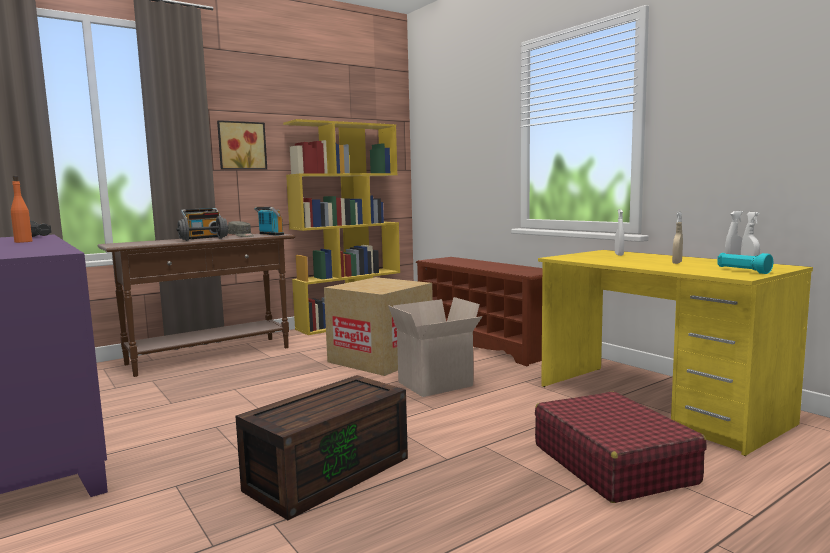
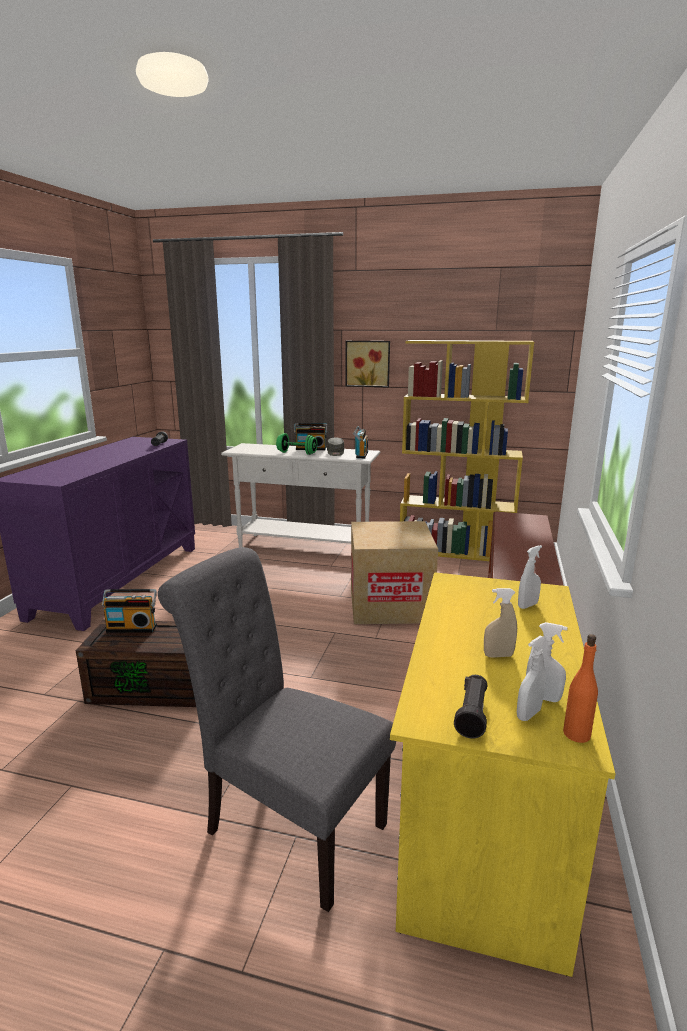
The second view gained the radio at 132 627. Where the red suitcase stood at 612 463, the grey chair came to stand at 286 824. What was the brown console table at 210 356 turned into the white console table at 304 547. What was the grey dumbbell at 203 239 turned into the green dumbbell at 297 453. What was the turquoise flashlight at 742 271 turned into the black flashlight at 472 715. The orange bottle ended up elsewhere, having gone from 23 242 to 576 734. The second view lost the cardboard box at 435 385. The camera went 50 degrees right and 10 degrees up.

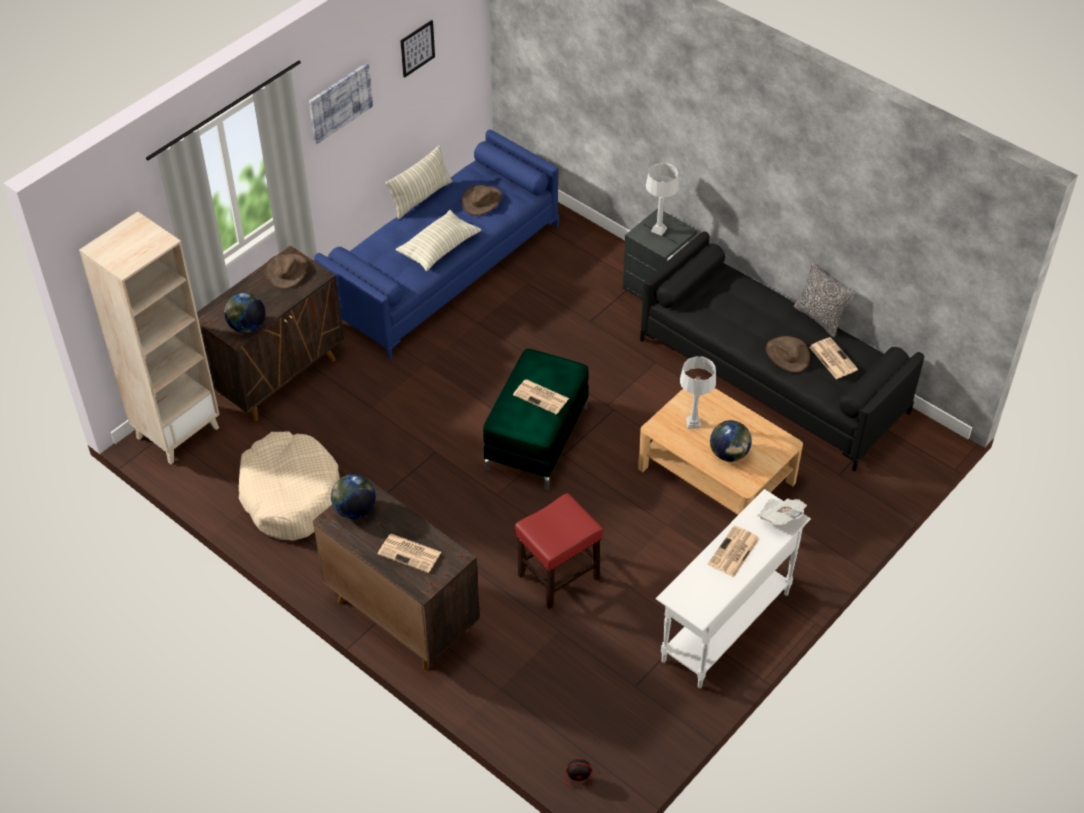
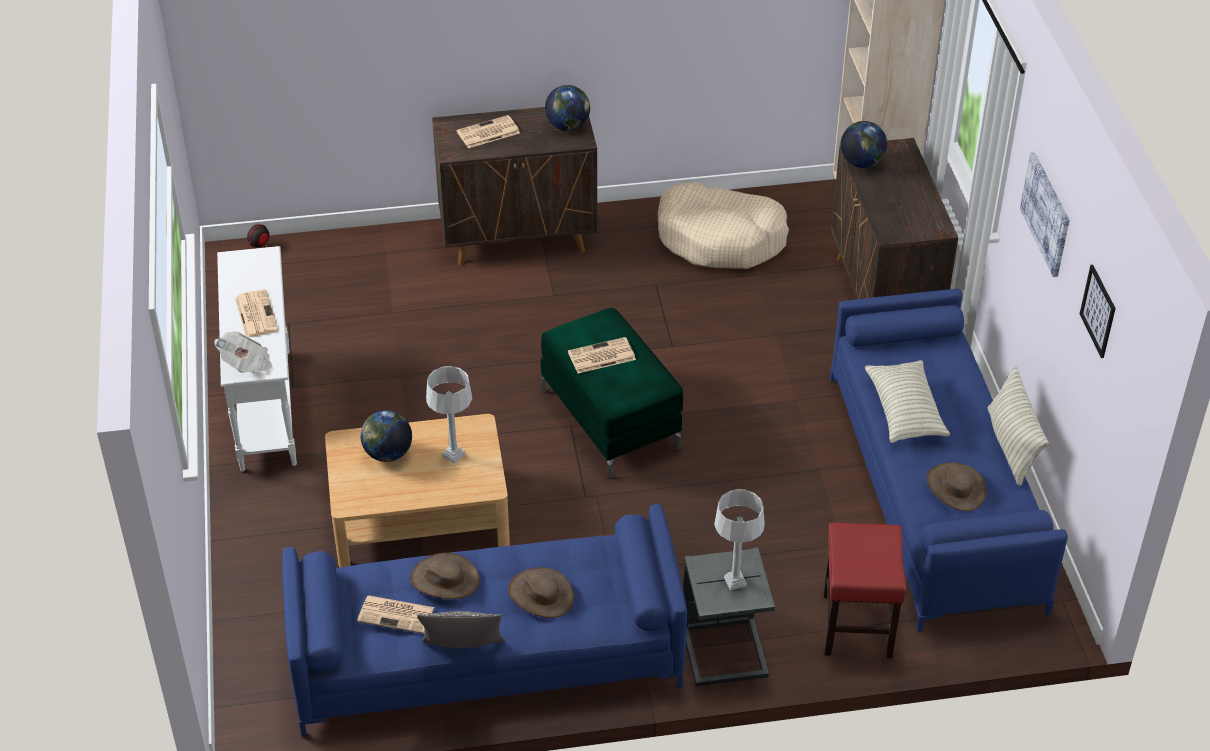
What was the black sofa at 772 375 turned into the blue sofa at 486 655. The brown hat ended up elsewhere, having gone from 286 271 to 541 594. The red stool ended up elsewhere, having gone from 558 577 to 856 624. The camera went 130 degrees right and 5 degrees down.

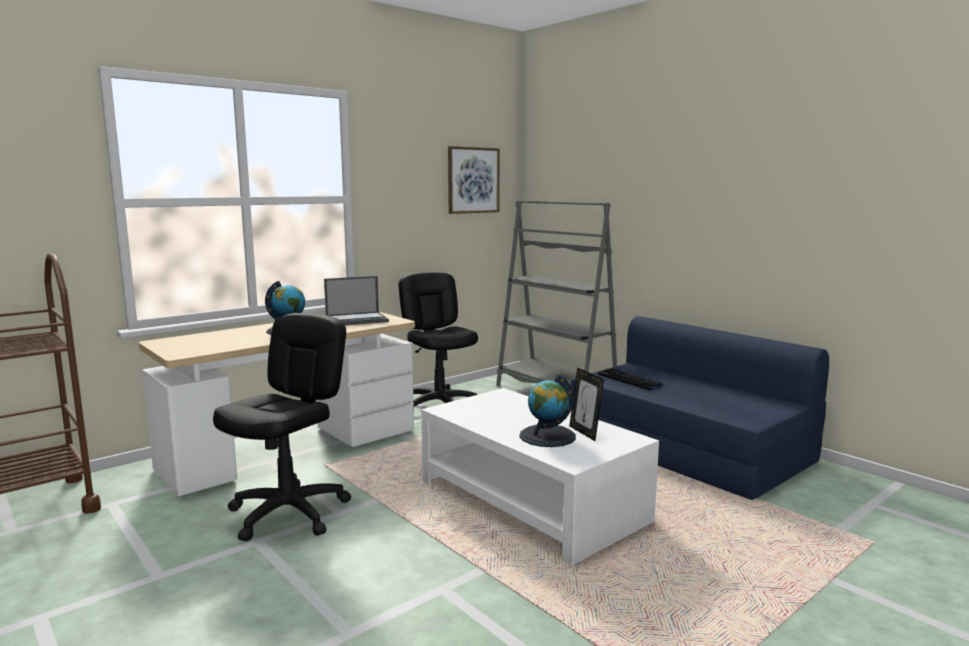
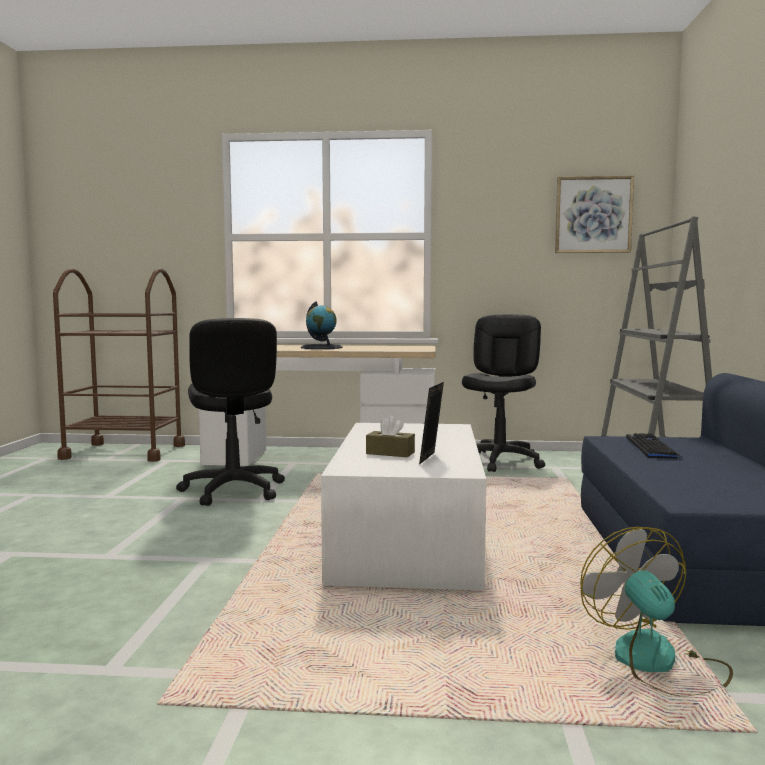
The black office chair at 289 513 ended up facing another way, 90 degrees clockwise from before. Where the globe stood at 547 436, the brown tissue box came to stand at 390 453. The second view gained the fan at 657 664. The second view lost the laptop at 357 320. The camera went 45 degrees right and 5 degrees down.

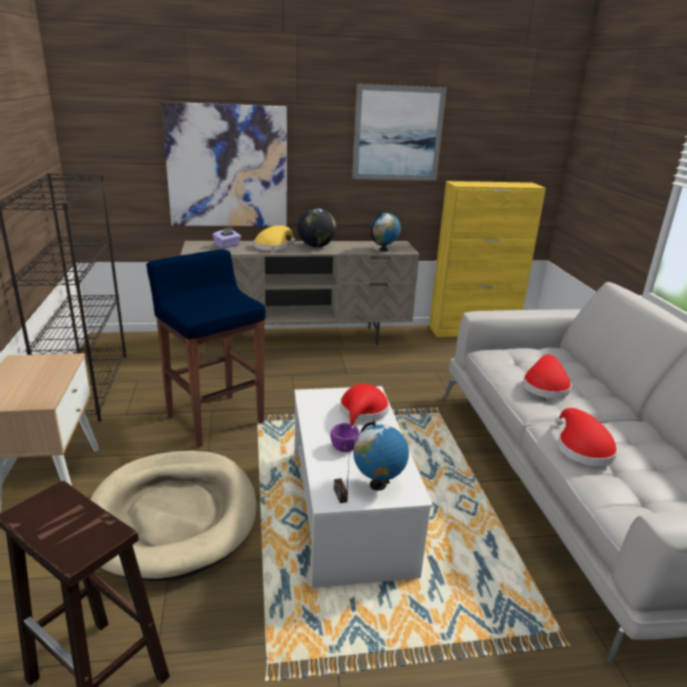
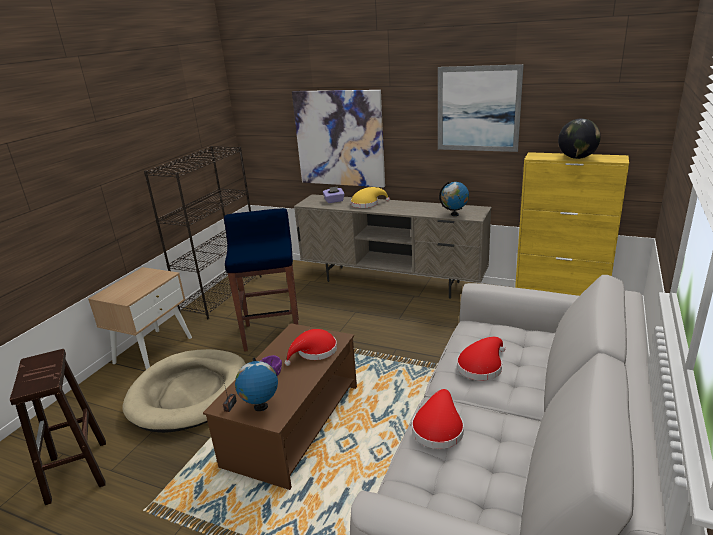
What was the white coffee table at 349 510 turned into the brown coffee table at 293 425. The globe ended up elsewhere, having gone from 316 246 to 577 158. The camera went 35 degrees right and 0 degrees up.

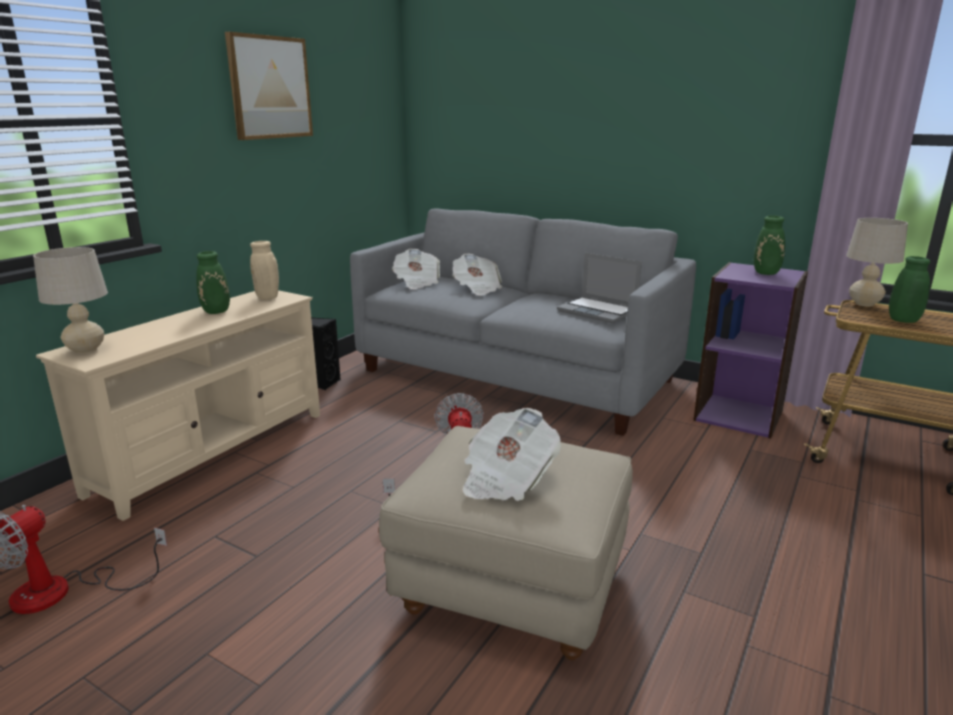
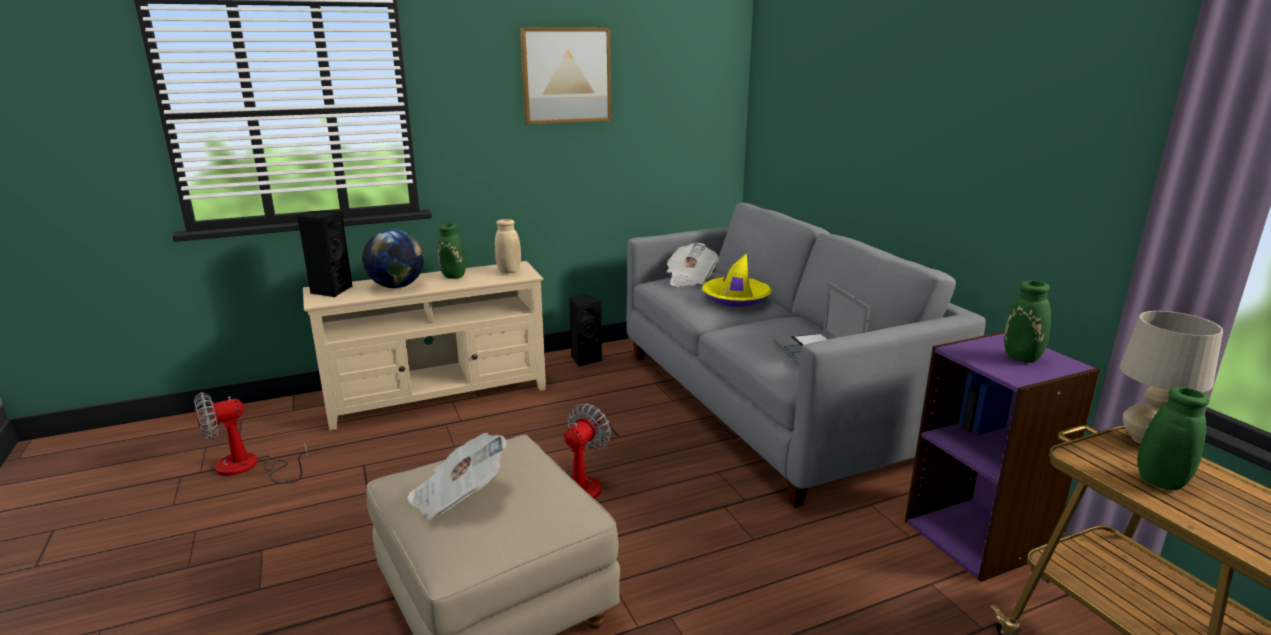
Where the beige table lamp stood at 86 350, the black speaker came to stand at 330 291. The second view gained the globe at 396 286. Where the newspaper stood at 477 288, the yellow hat came to stand at 736 298. The camera went 35 degrees right and 0 degrees up.

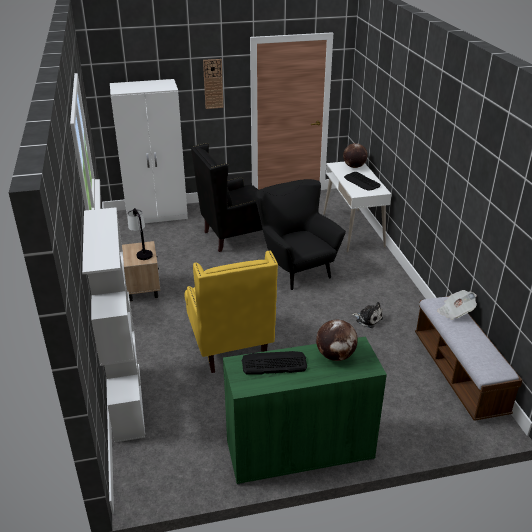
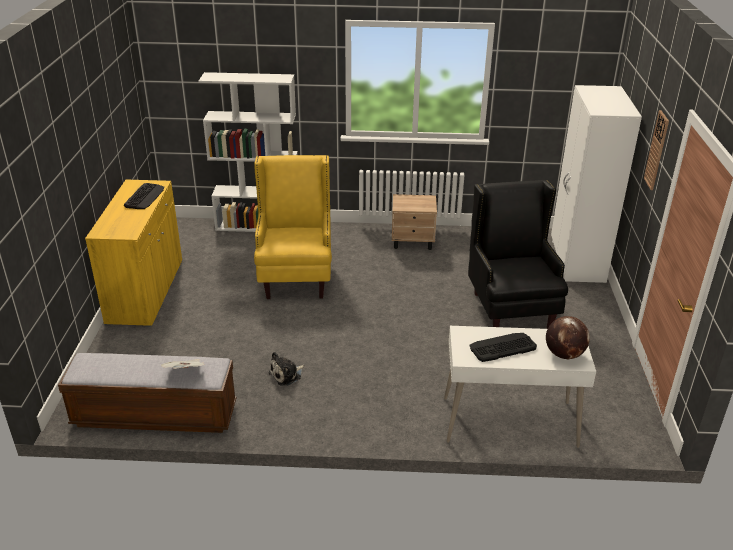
What was the green cabinet at 299 450 turned into the yellow cabinet at 146 291. The yellow armchair at 230 345 ended up facing another way, 90 degrees clockwise from before. The second view lost the table lamp at 141 252. The second view lost the black armchair at 295 268. The second view lost the globe at 335 356. The camera went 105 degrees right and 0 degrees up.

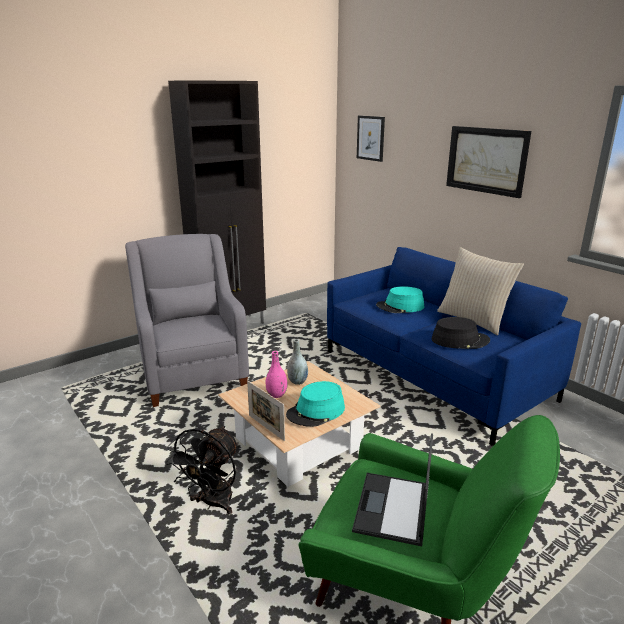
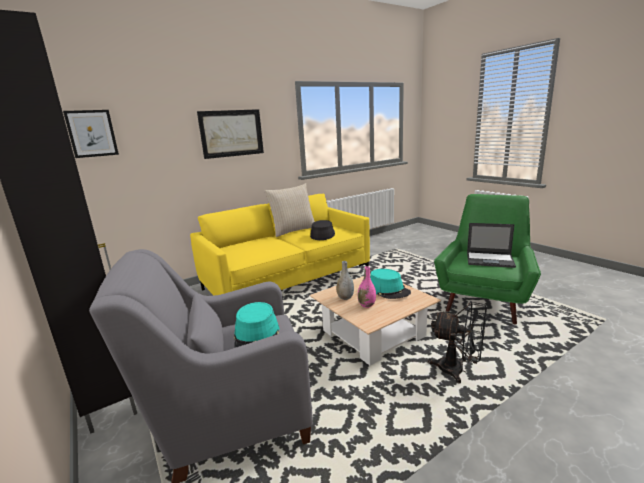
What was the blue sofa at 434 375 turned into the yellow sofa at 287 281. The turquoise hat ended up elsewhere, having gone from 400 307 to 257 335. The second view lost the picture frame at 266 427. The camera went 85 degrees left and 5 degrees down.

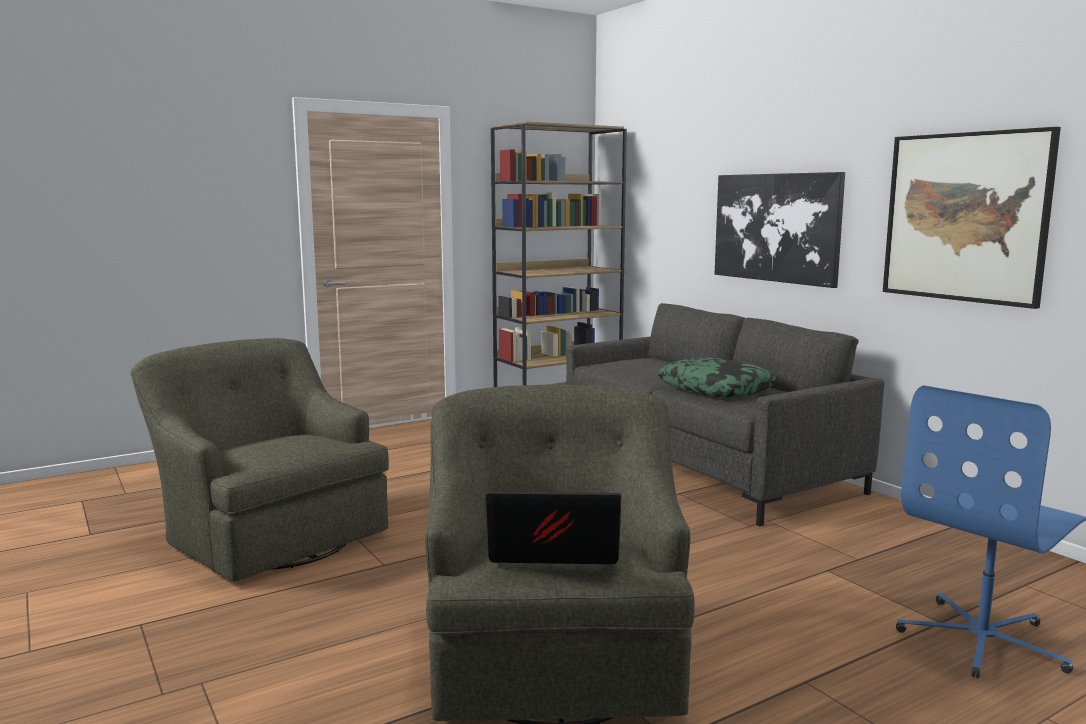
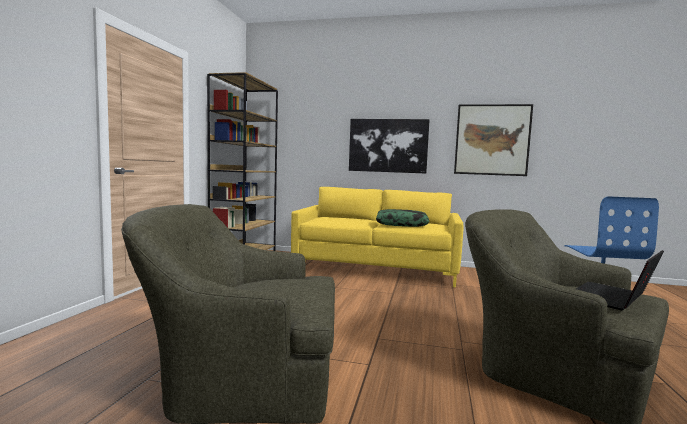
What was the grey sofa at 705 466 turned into the yellow sofa at 376 269. The camera went 45 degrees left and 5 degrees down.

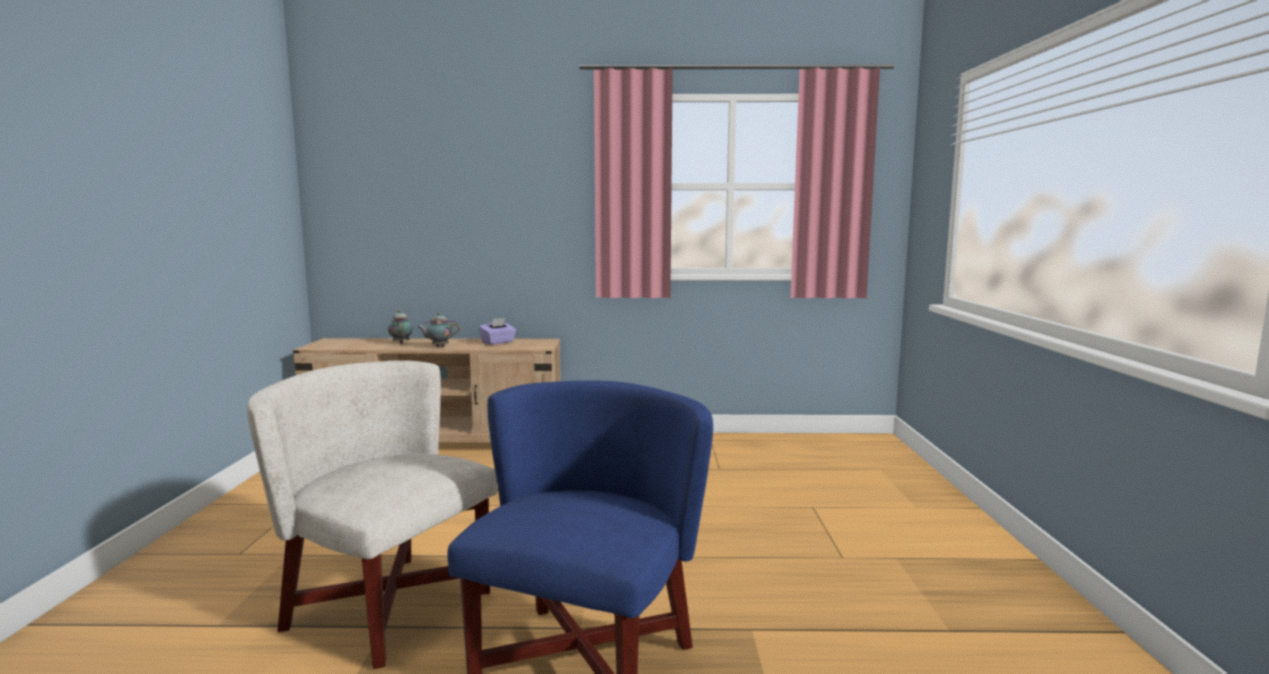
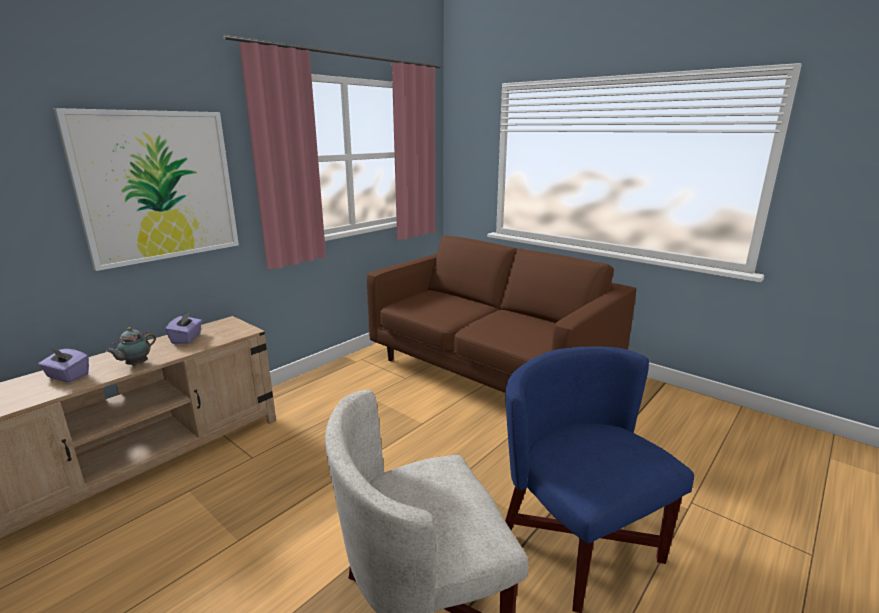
Where the teapot stood at 401 343, the purple tissue box came to stand at 67 376. The second view gained the picture at 158 186. The second view gained the brown sofa at 490 370. The camera went 50 degrees left and 10 degrees up.

